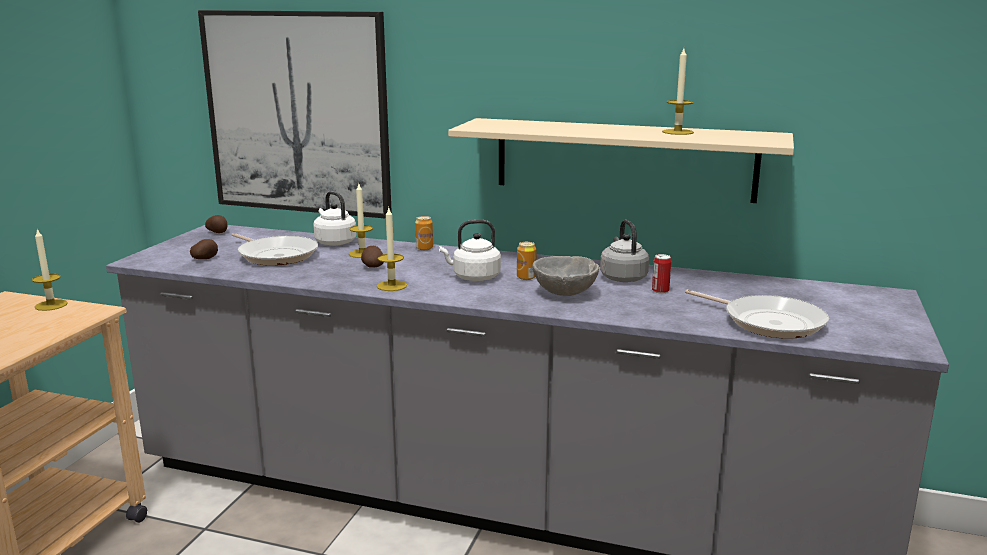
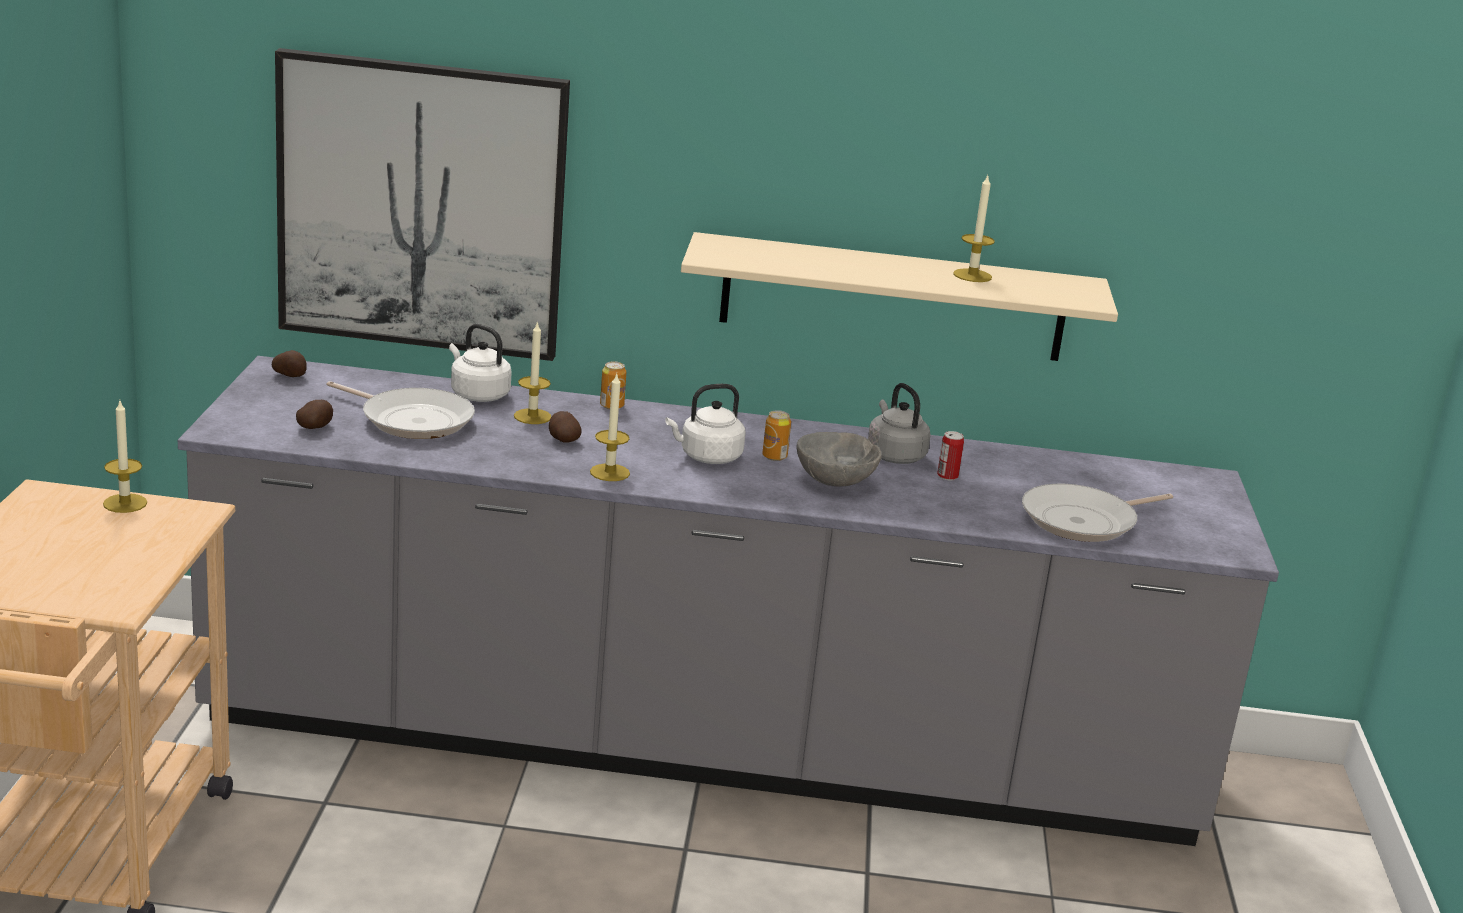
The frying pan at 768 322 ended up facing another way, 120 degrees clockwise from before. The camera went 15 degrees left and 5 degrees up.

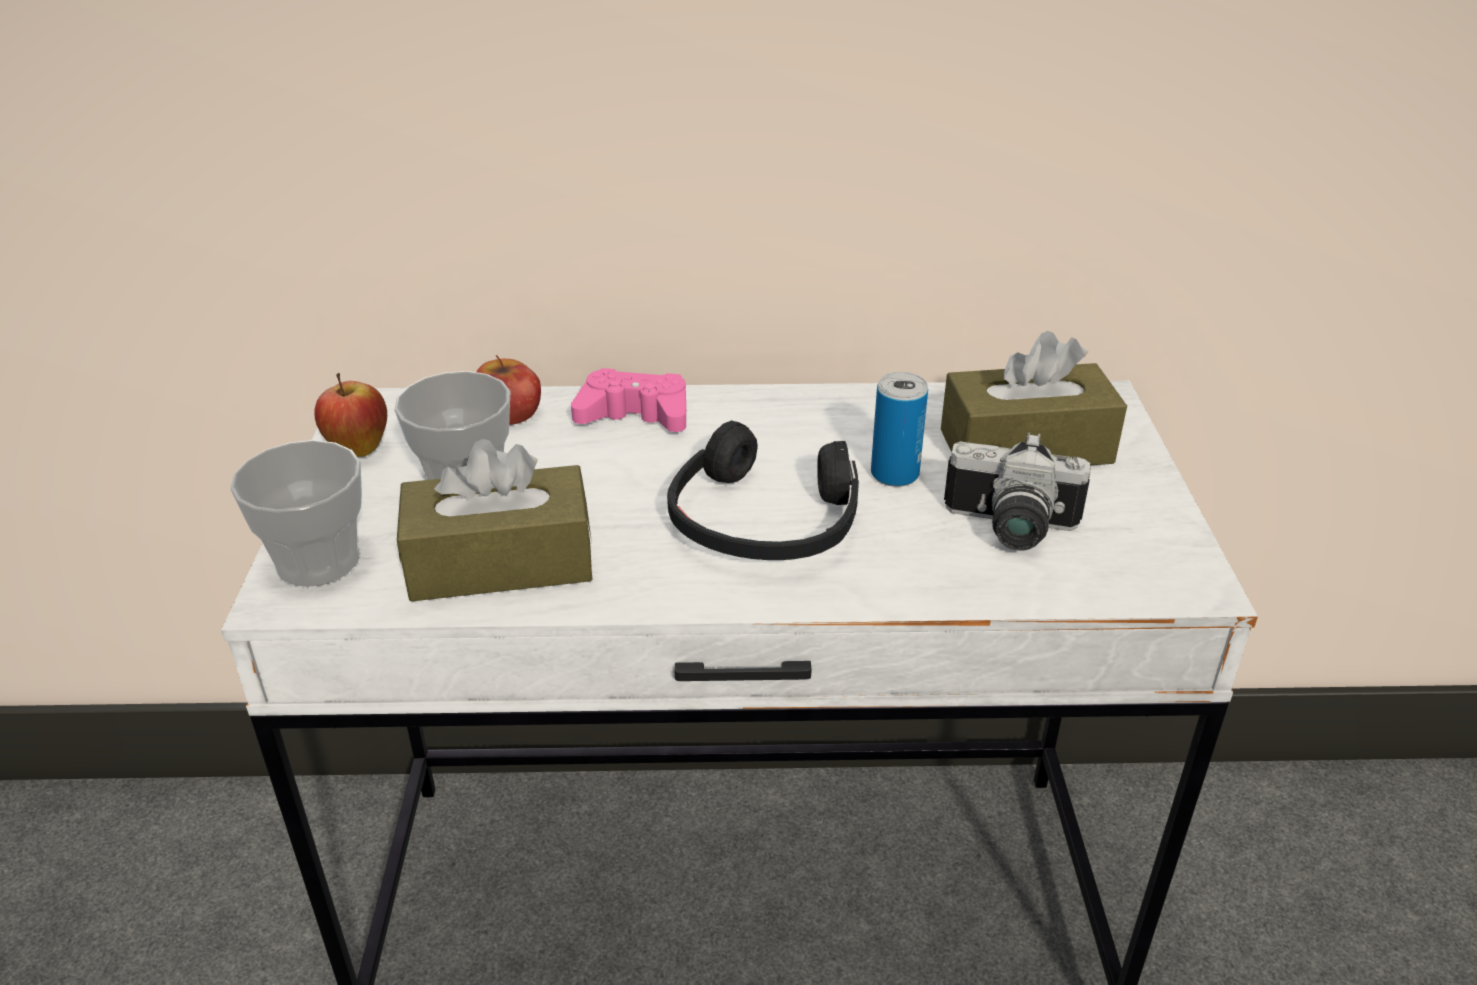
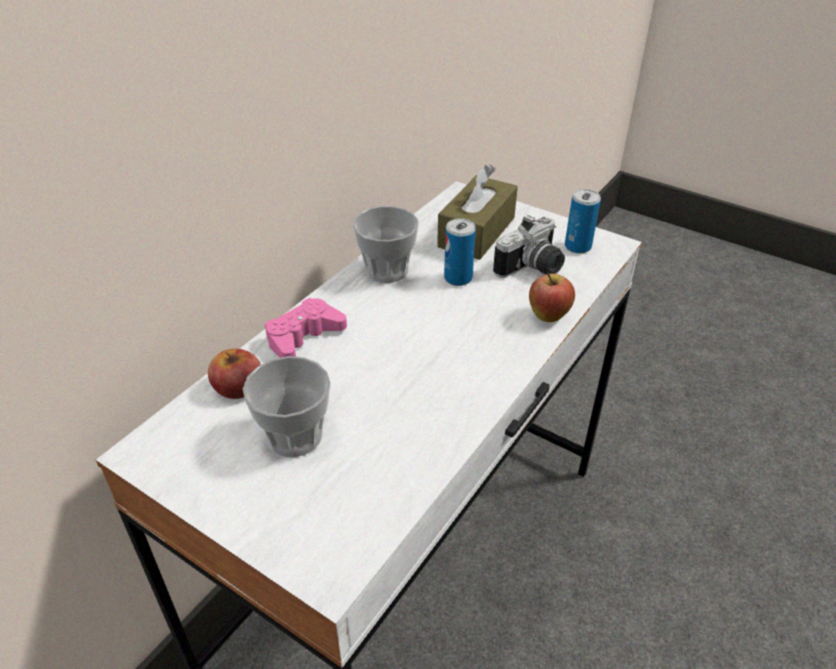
The cup ended up elsewhere, having gone from 318 561 to 387 270. The apple ended up elsewhere, having gone from 358 450 to 548 317. The second view gained the can at 577 246. The second view lost the brown tissue box at 500 562. The second view lost the black headphones at 764 520. The camera went 55 degrees left and 5 degrees up.

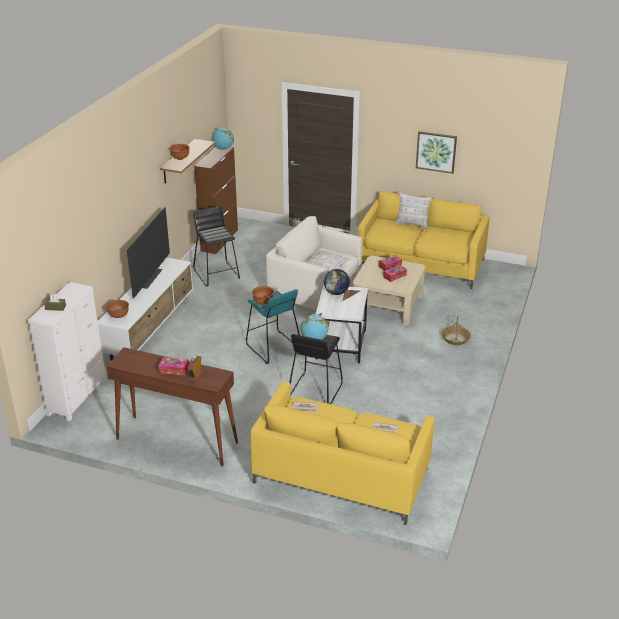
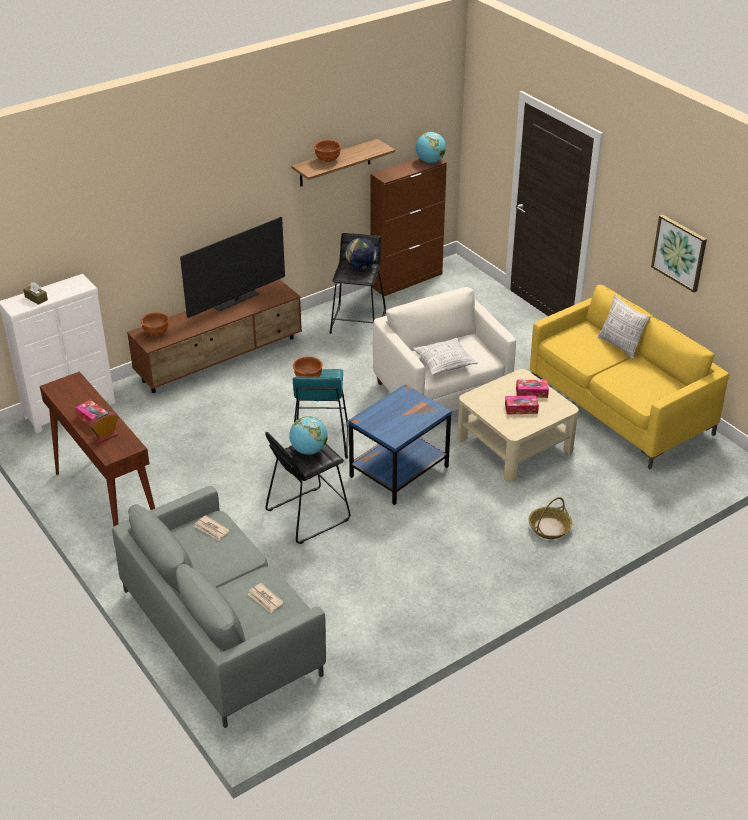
What was the yellow sofa at 341 476 turned into the grey sofa at 221 633. What was the white tv stand at 151 327 turned into the brown tv stand at 221 359. The globe ended up elsewhere, having gone from 336 292 to 361 267. What was the white side table at 341 345 turned into the blue side table at 399 473. The camera went 35 degrees right and 5 degrees up.

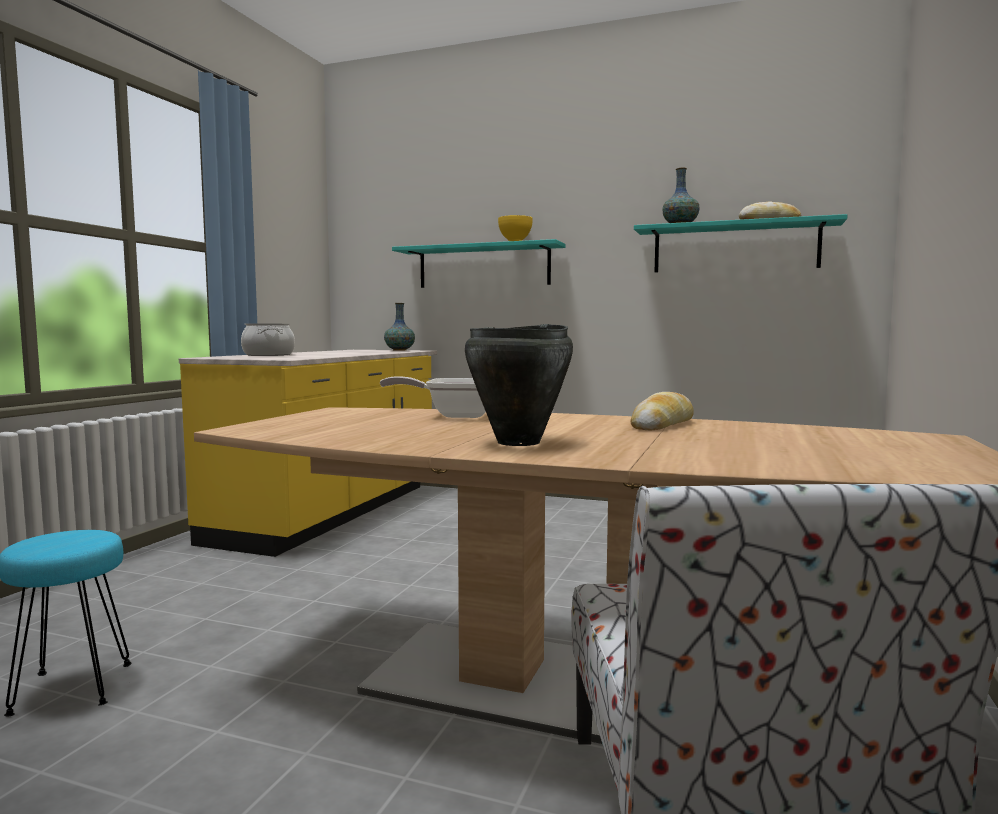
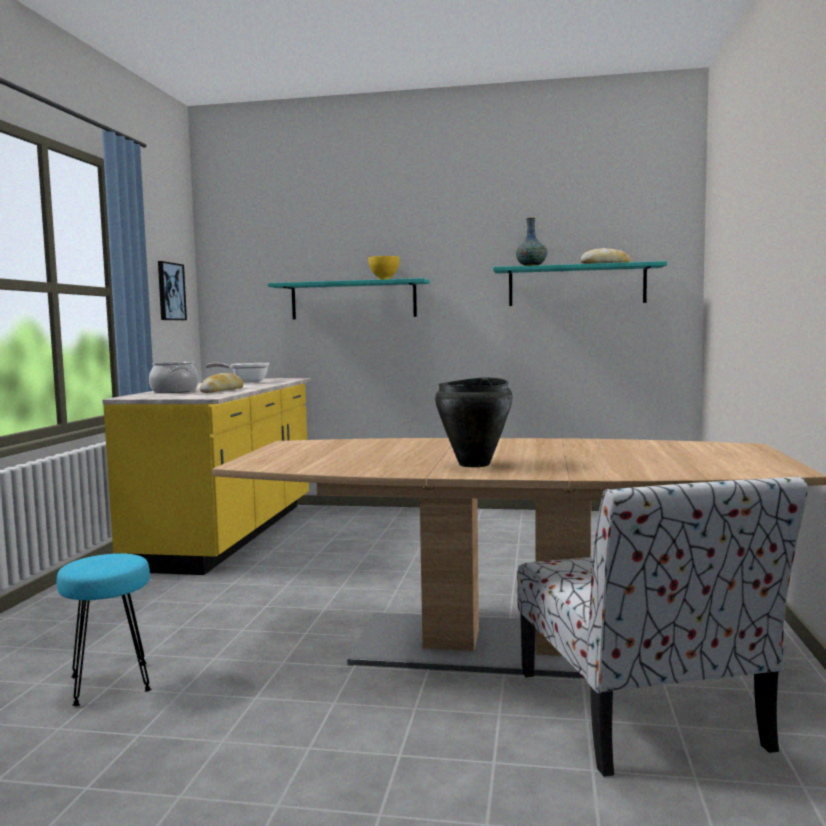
The second view gained the picture at 170 291. The bread ended up elsewhere, having gone from 662 424 to 222 390. The frying pan ended up elsewhere, having gone from 455 415 to 246 382. The second view lost the vase at 399 350. The camera went 10 degrees left and 0 degrees up.

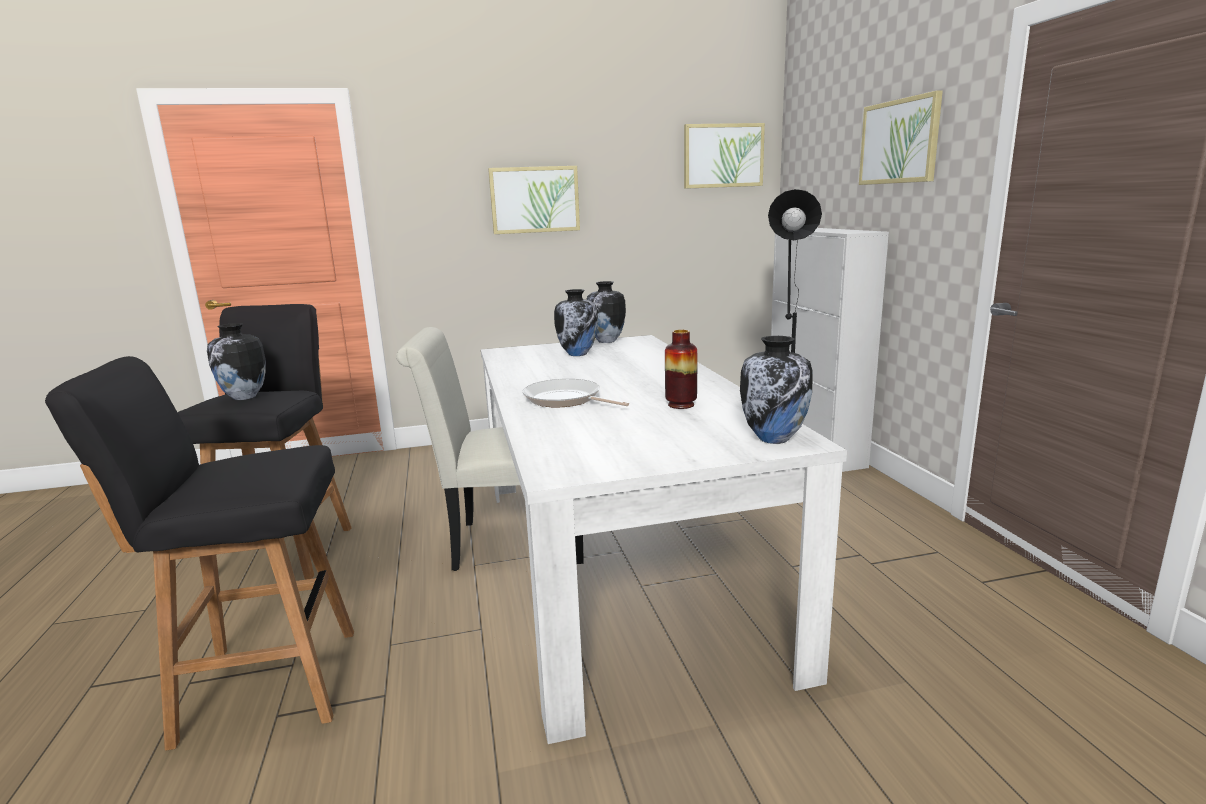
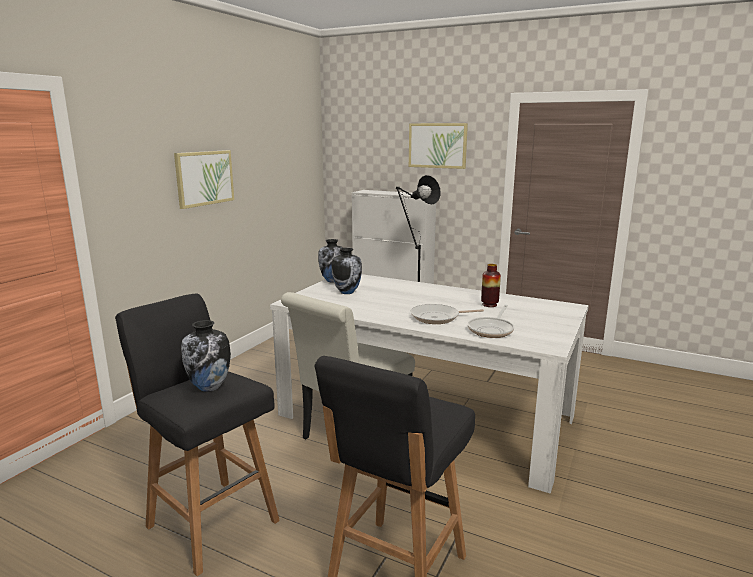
The second view gained the frying pan at 492 329. The second view lost the picture at 723 156. The second view lost the vase at 774 439. The camera went 50 degrees left and 0 degrees up.

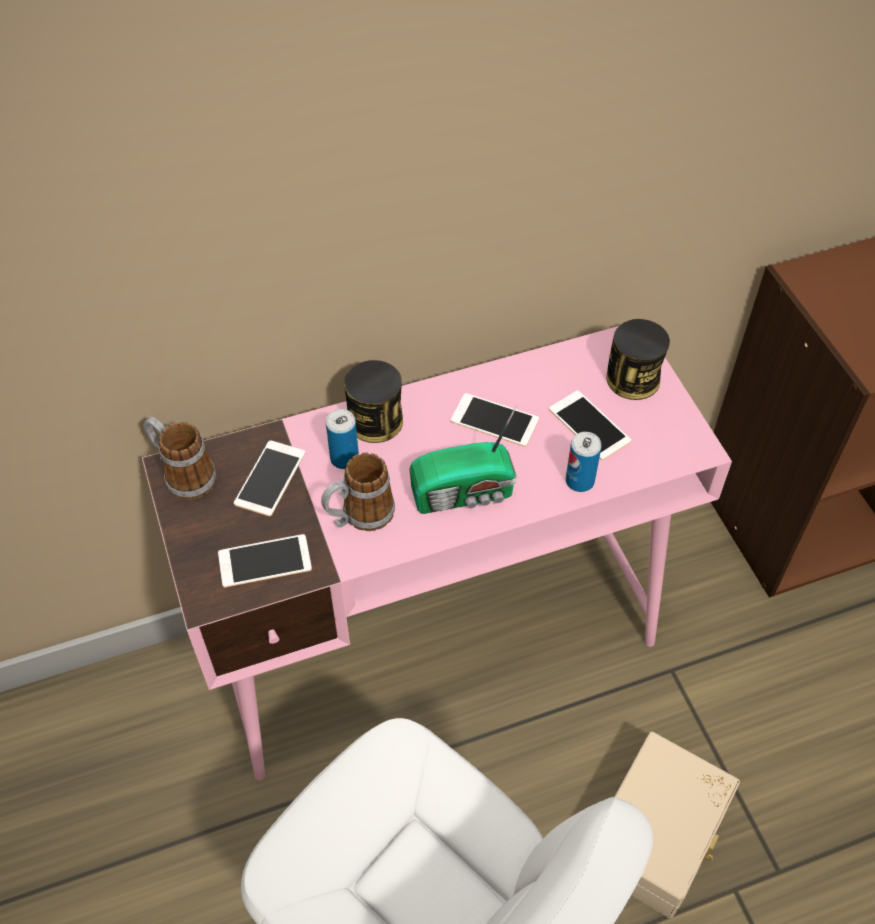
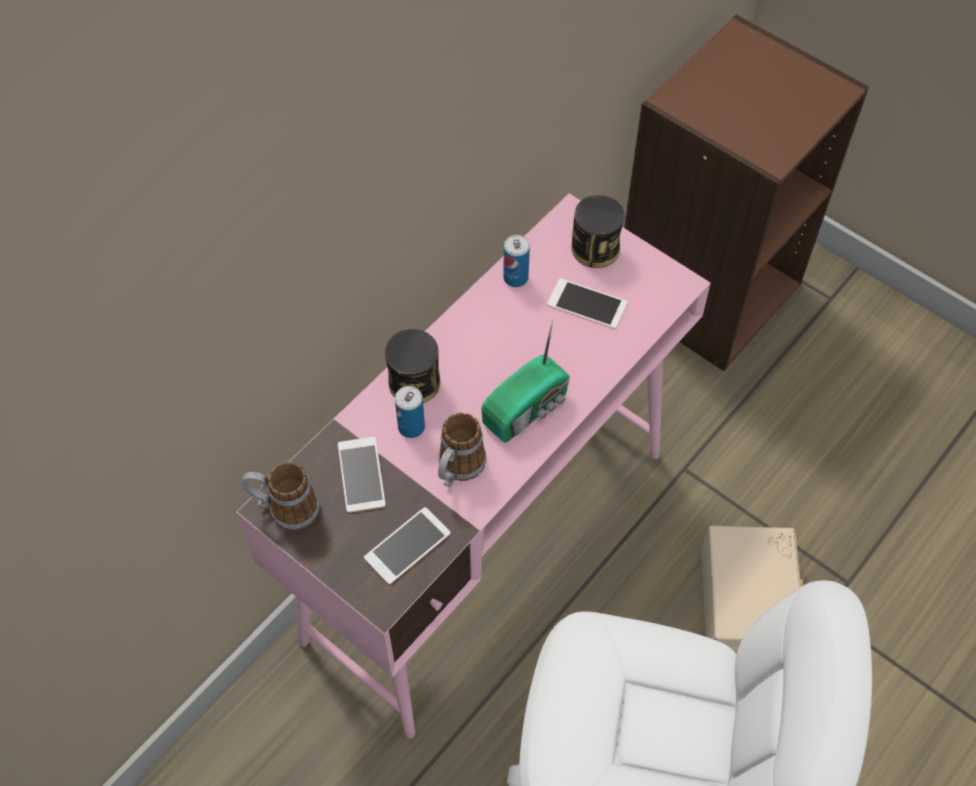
The can ended up elsewhere, having gone from 579 481 to 515 278. The second view lost the phone at 494 420. The camera went 30 degrees left and 5 degrees up.

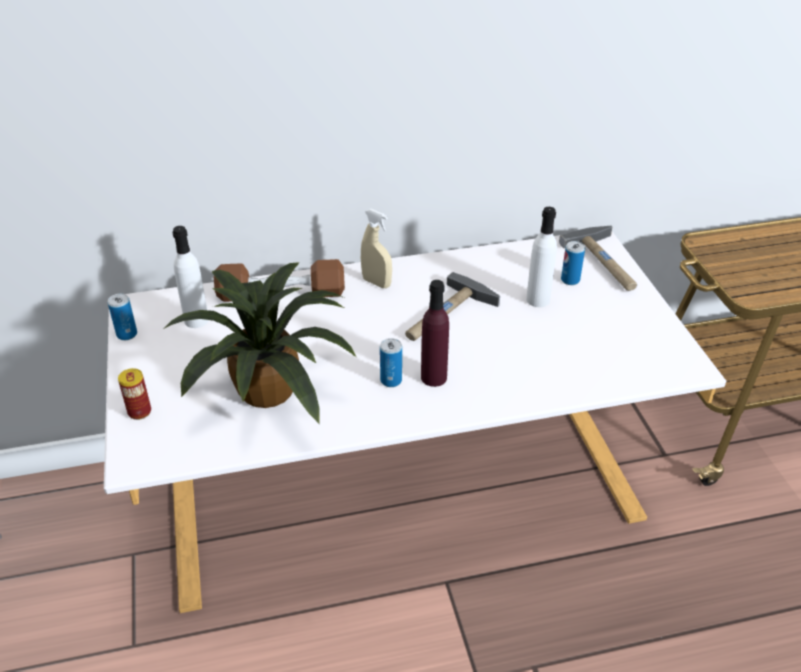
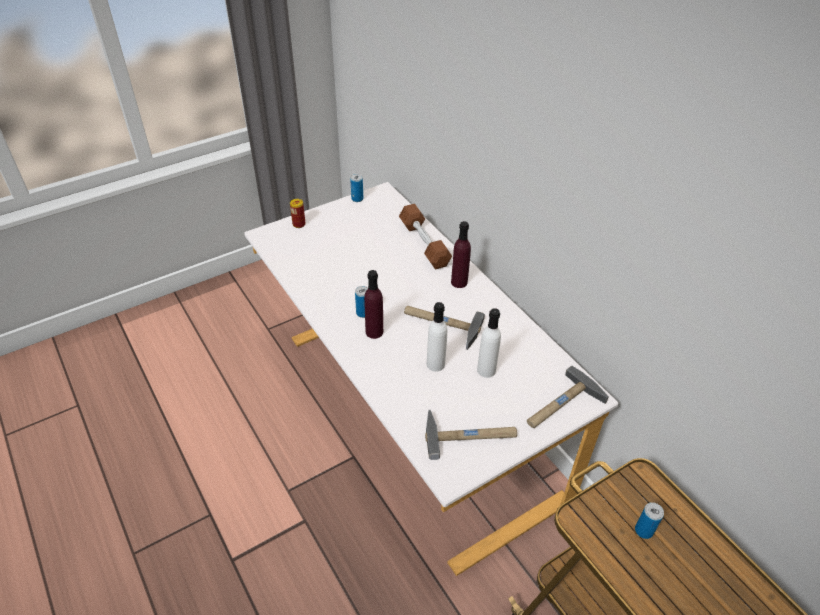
The second view gained the hammer at 470 435. The white bottle ended up elsewhere, having gone from 196 320 to 435 364. Where the beige spray bottle stood at 376 283, the purple bottle came to stand at 459 282. The can ended up elsewhere, having gone from 570 280 to 644 530. The second view lost the potted plant at 271 392. The camera went 70 degrees right and 5 degrees up.

